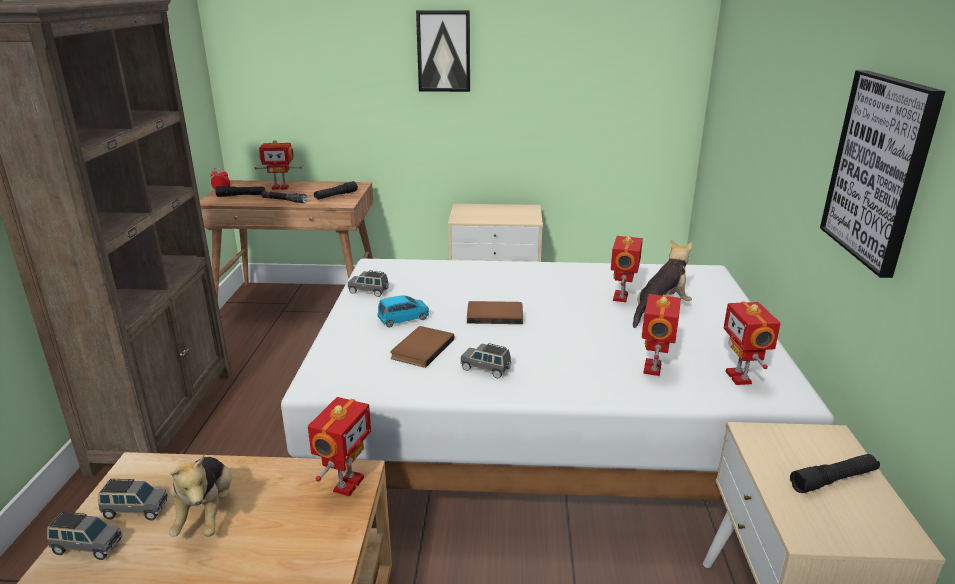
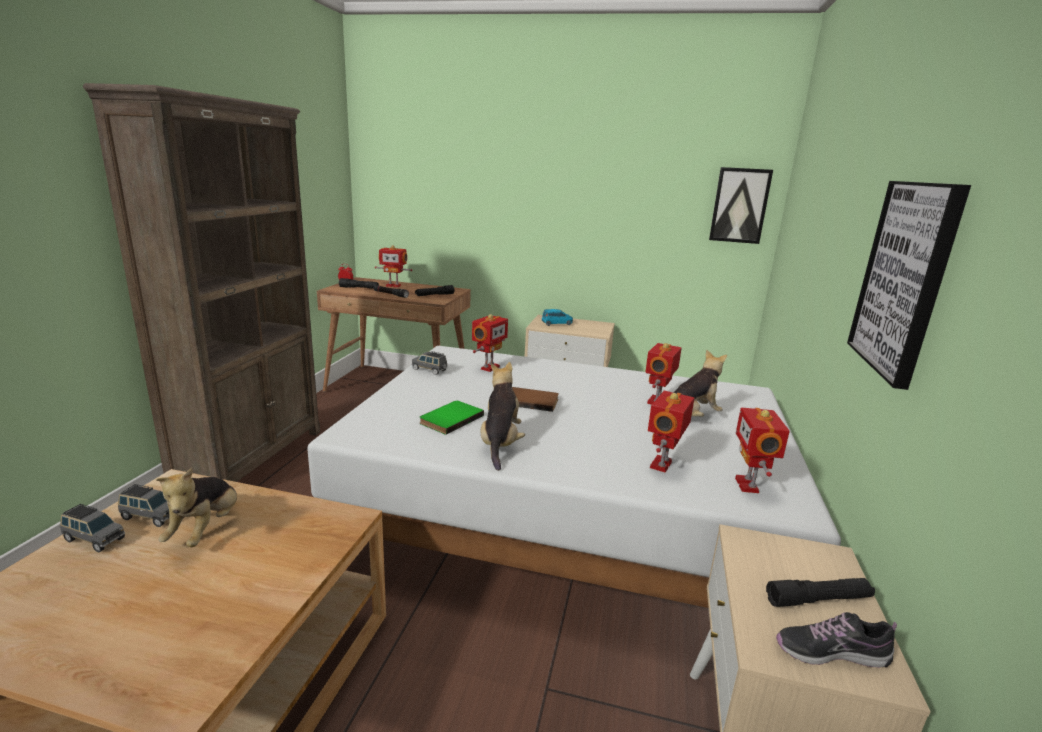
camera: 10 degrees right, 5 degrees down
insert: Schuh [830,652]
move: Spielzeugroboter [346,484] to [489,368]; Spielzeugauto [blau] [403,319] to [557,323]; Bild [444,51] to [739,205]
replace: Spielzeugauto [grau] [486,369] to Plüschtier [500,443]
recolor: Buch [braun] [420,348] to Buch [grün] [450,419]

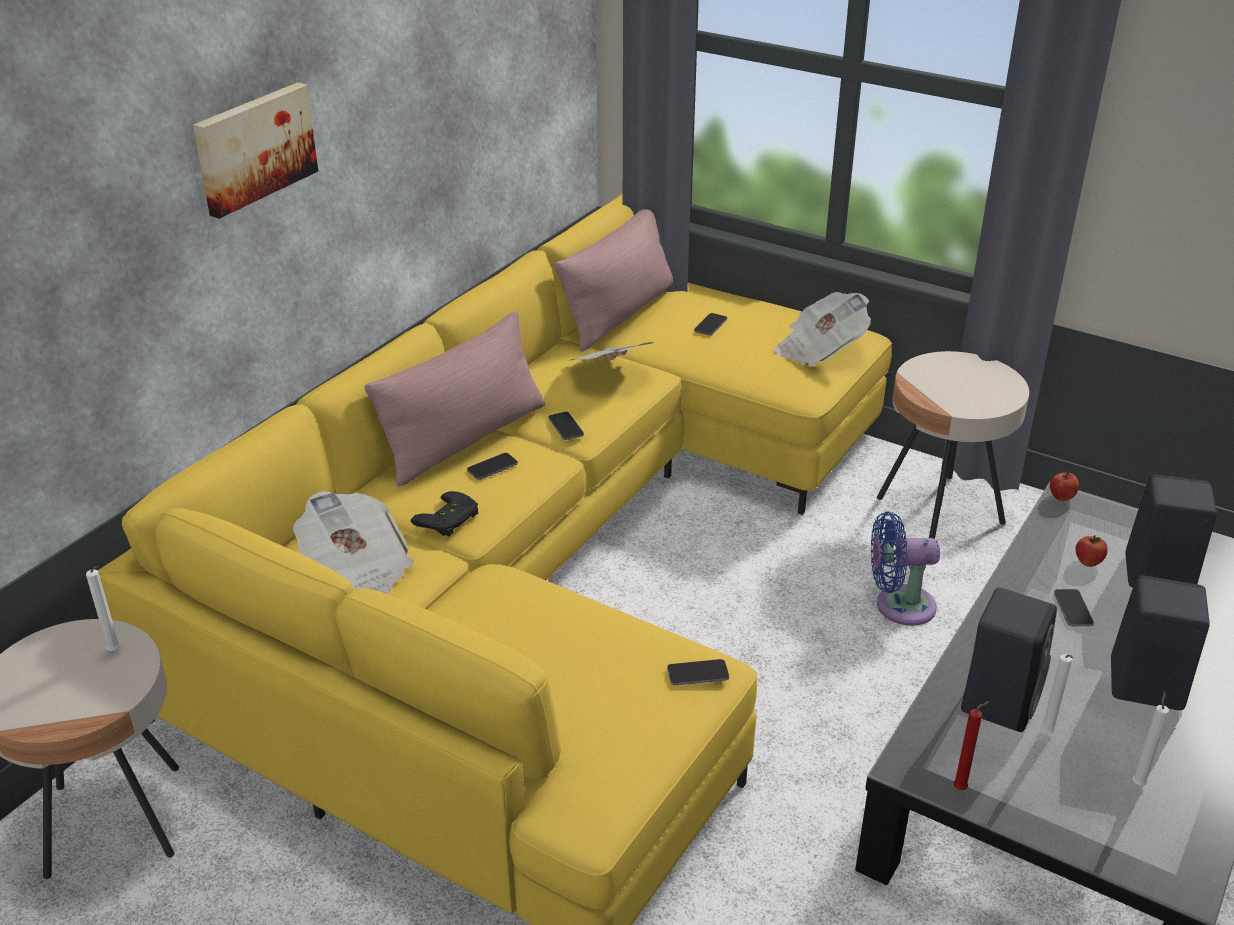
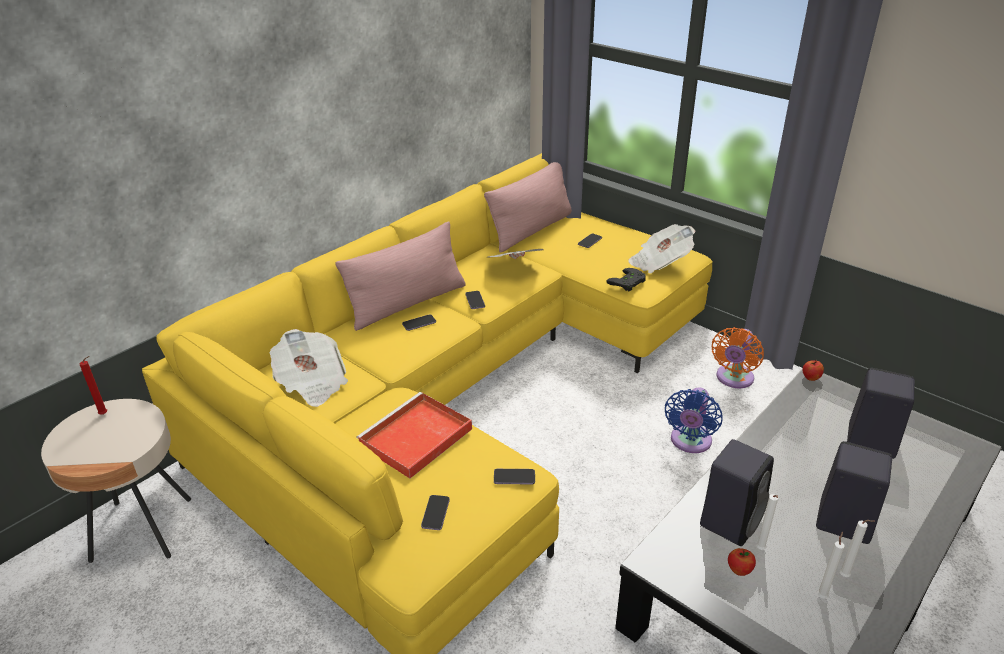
camera: 10 degrees right, 0 degrees up
delete: Bild [254,147]
insert: Tablett [rot] [415,439]
move: Kerze [weiß] [116,651] to [846,576]; Gamepad [schwarz] [450,520] to [628,283]; Kerze [rot] [962,788] to [105,414]; Handy [1073,609] to [435,513]; Apfel [1088,562] to [739,570]
replace: Beistelltisch [beige] [939,511] to Ventilator [orange] [733,379]
rotate: Ventilator [blau] [899,606] = [689,442] 75 degrees counterclockwise

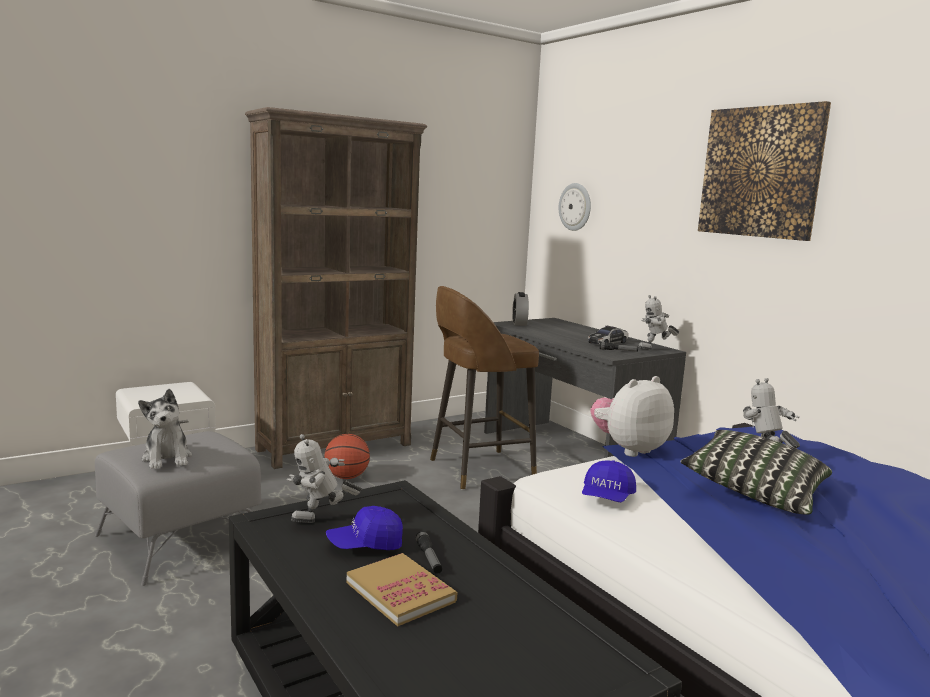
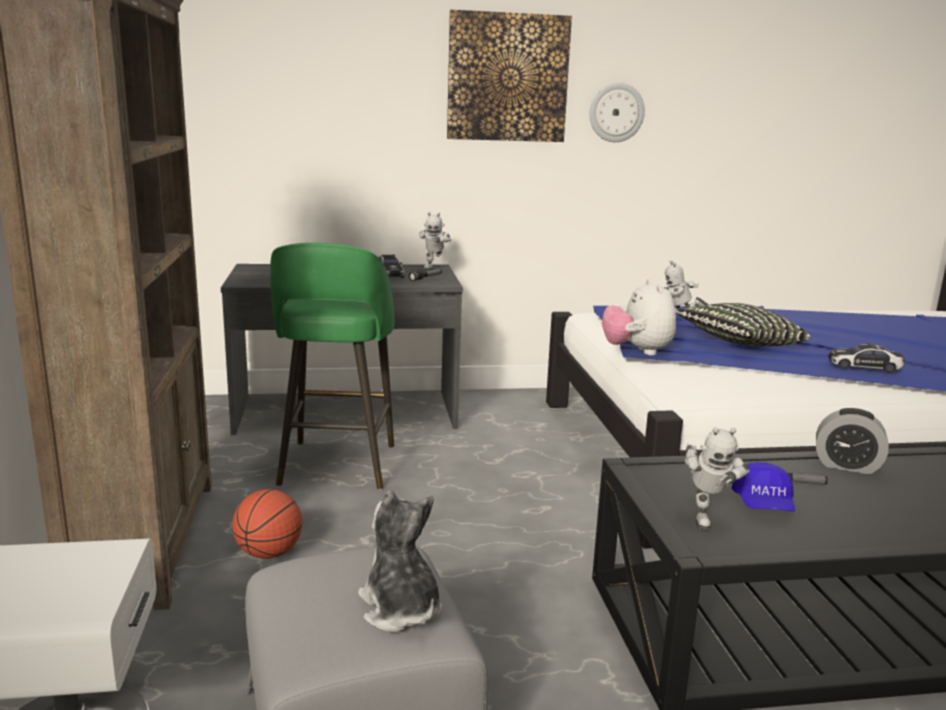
camera: 65 degrees left, 5 degrees up
delete: Buch [400,592]; Kappe [blau] [607,497]
insert: Spielzeugauto [864,366]
move: Wecker [519,323] to [846,466]; Wanduhr [575,207] to [616,112]
recolor: Hocker [braun] [478,469] to Hocker [grün] [336,467]
rotate: Plüschtier [167,458] = [400,609] 120 degrees counterclockwise

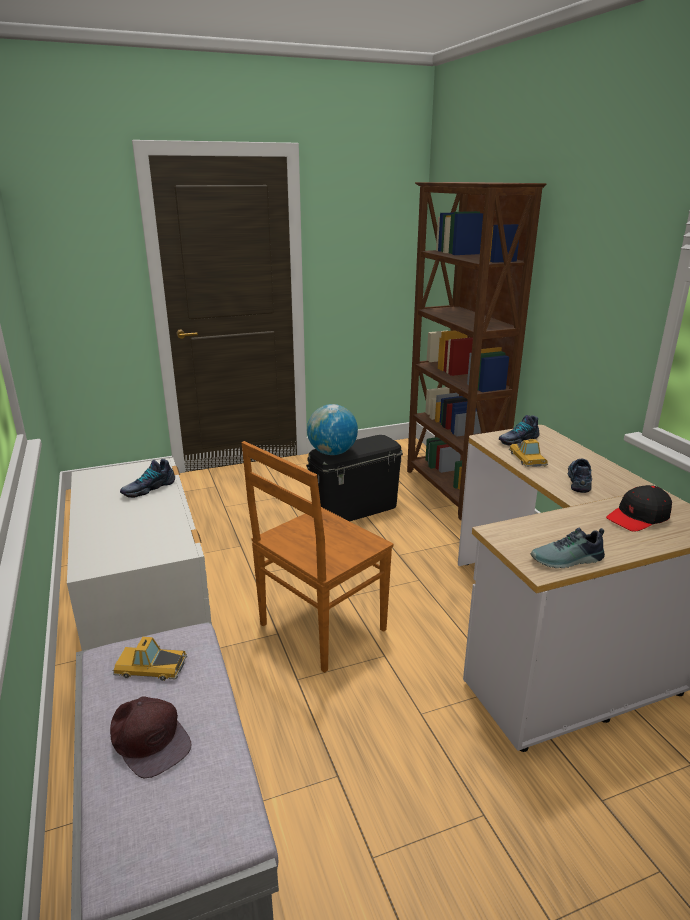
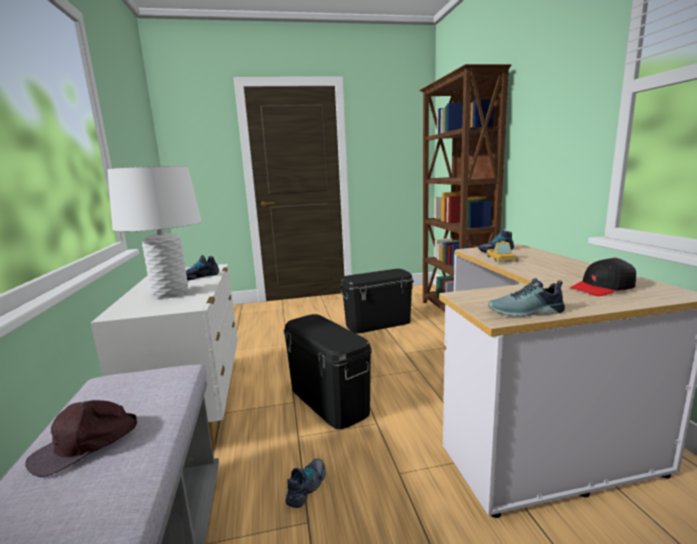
camera: 10 degrees right, 10 degrees down
delete: Spielzeugauto [150,666]; Globus [332,453]
insert: Tischlampe [weiß] [170,294]
move: Schuh [579,481] to [307,486]
replace: Stuhl [braun] [319,628] to Aufbewahrungsbox [schwarz] [328,400]
rotate: Kappe [braun] [149,738] = [86,444] 75 degrees clockwise

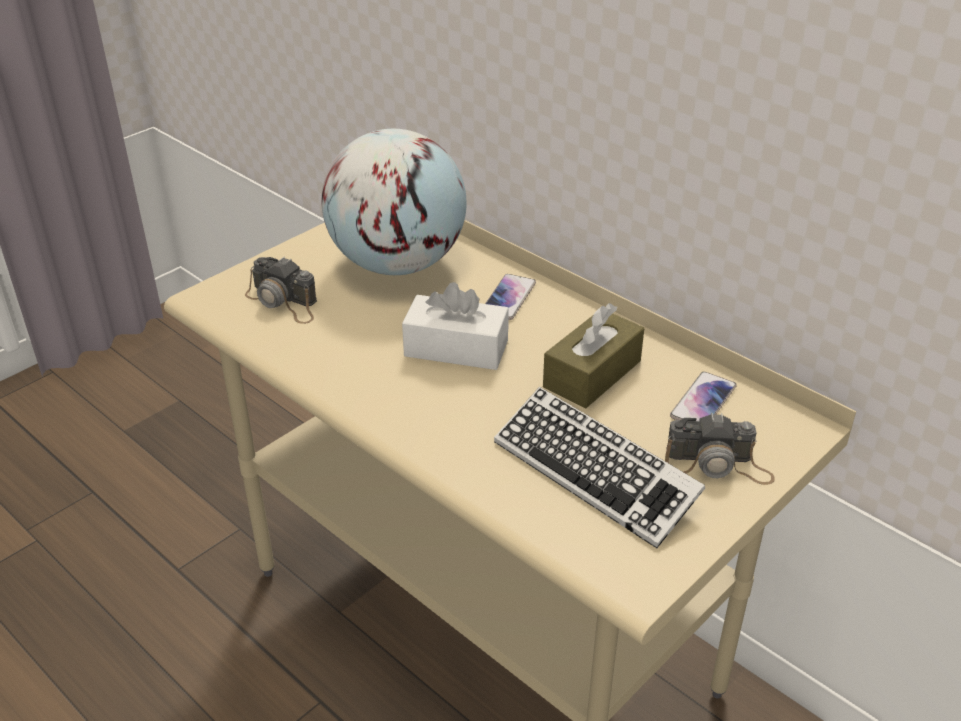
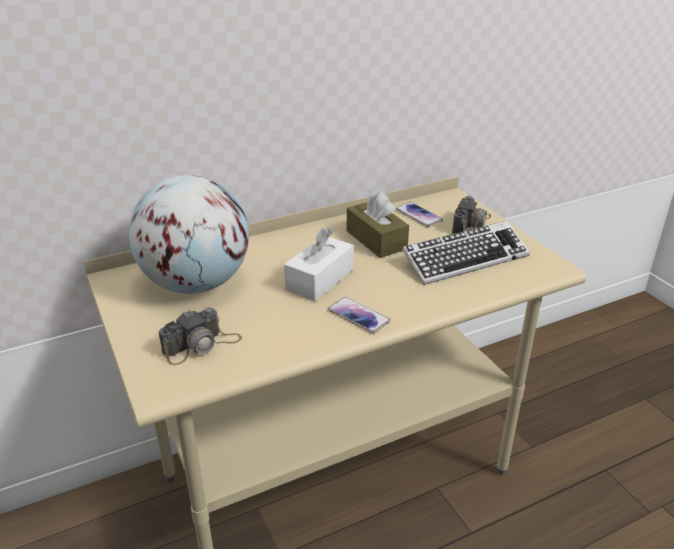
camera: 70 degrees left, 5 degrees down
move: Handy [508,298] to [358,316]

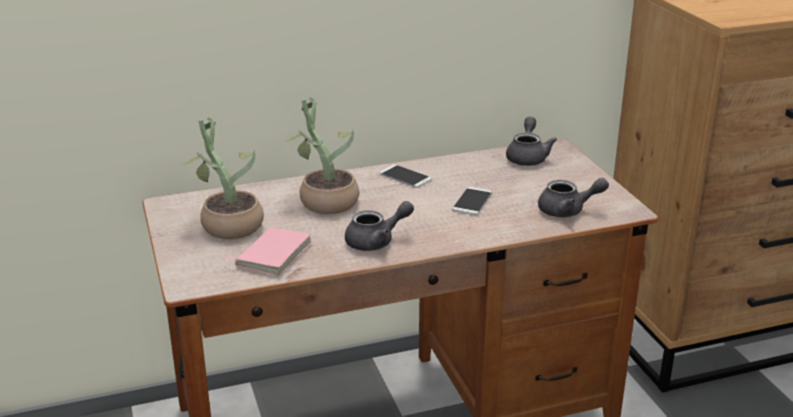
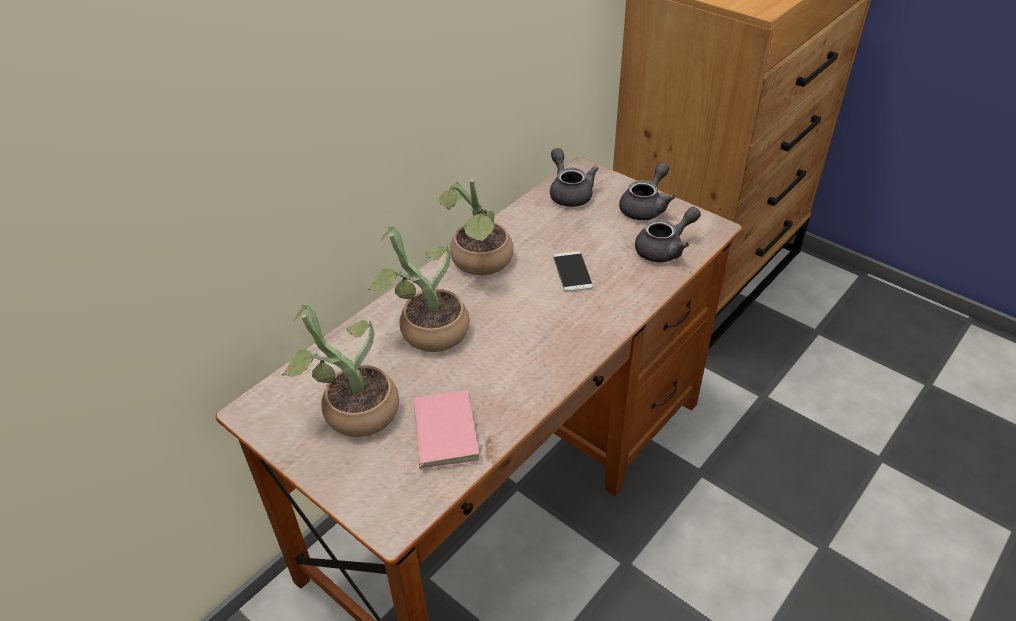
camera: 30 degrees left, 15 degrees up
move: Teekanne [grau] [376,241] to [646,207]
replace: Handy [405,177] to Topfpflanze [479,264]

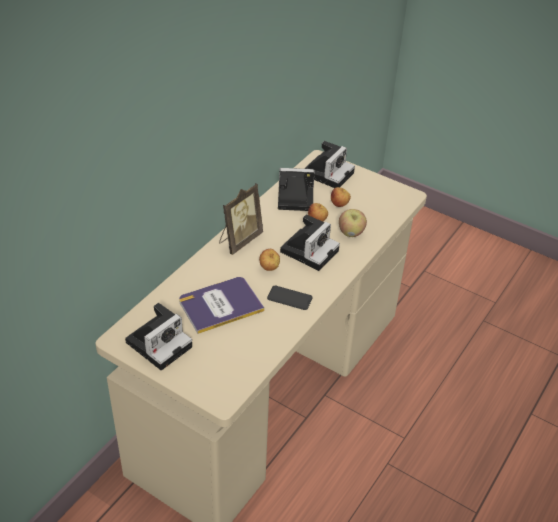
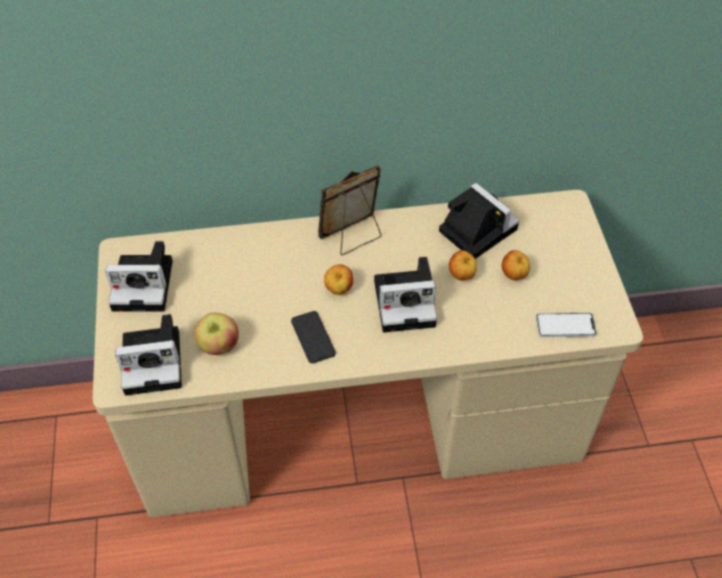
camera: 50 degrees right, 10 degrees up
delete: Buch [220,305]
insert: Handy [565,326]
move: Kamera [328,172] to [156,361]; Apfel [351,233] to [219,346]
rotate: Bilderrahmen [239,240] = [353,236] 150 degrees clockwise

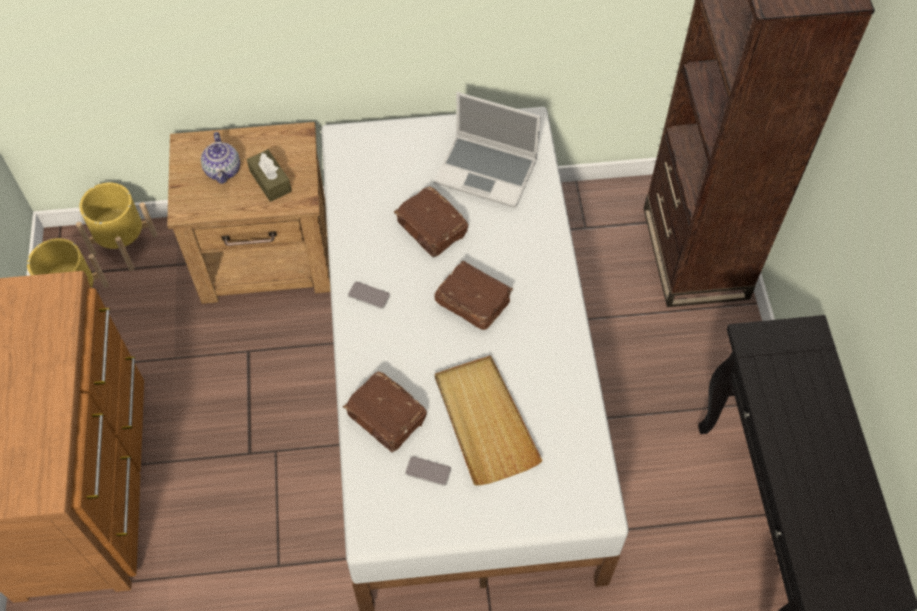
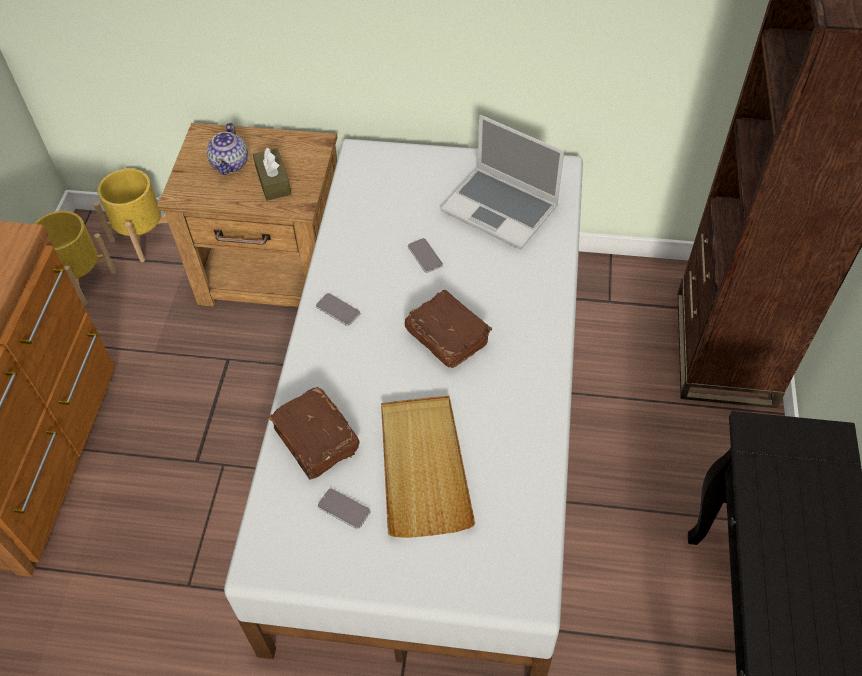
camera: 15 degrees right, 5 degrees down
replace: Buch [braun] [432,229] to Handy [425,256]

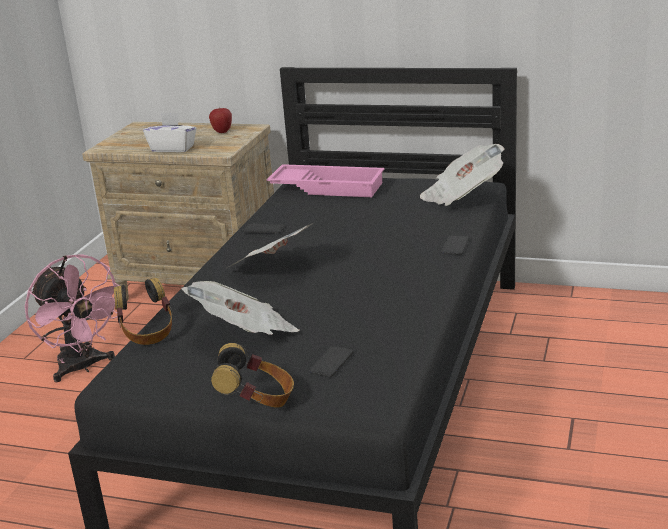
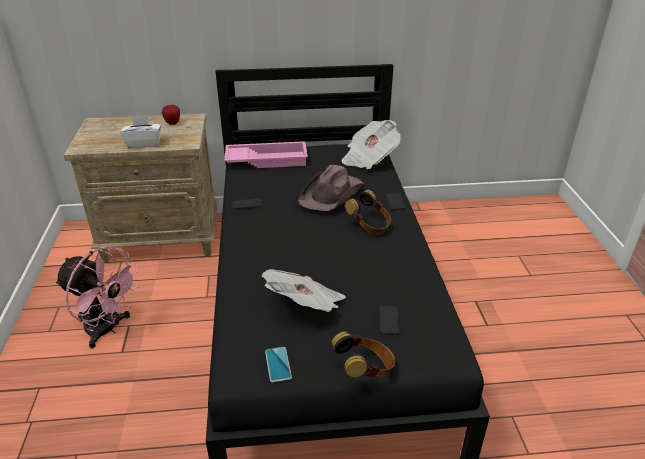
camera: 25 degrees left, 10 degrees up
delete: Zeitung [271,269]
insert: Handy [278,364]; Hut [braun] [332,194]
move: Kopfhörer [147,333] to [369,226]

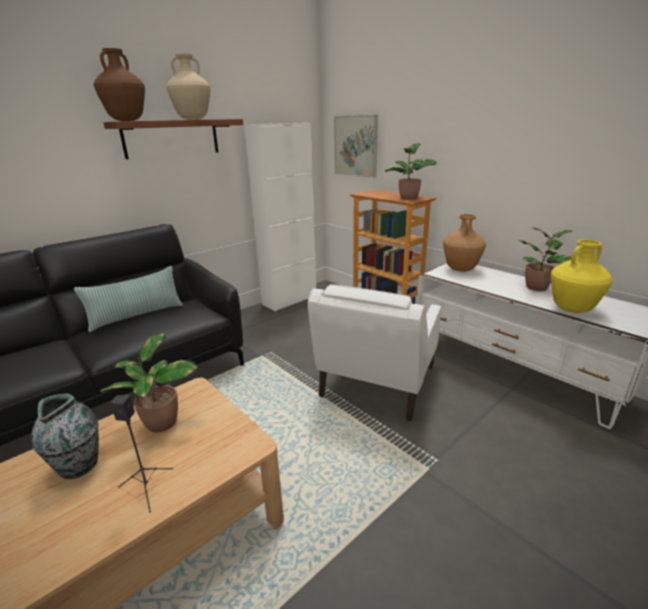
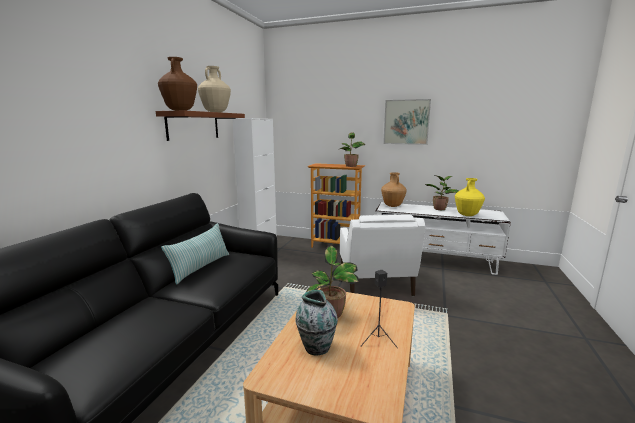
camera: 30 degrees left, 10 degrees down
move: Bild [355,146] to [406,122]

